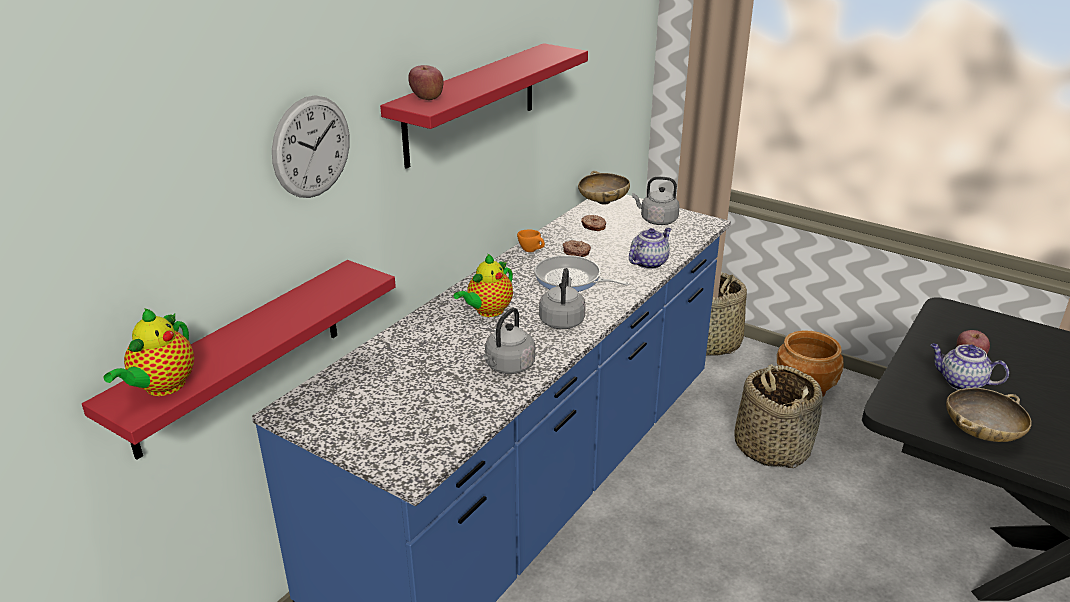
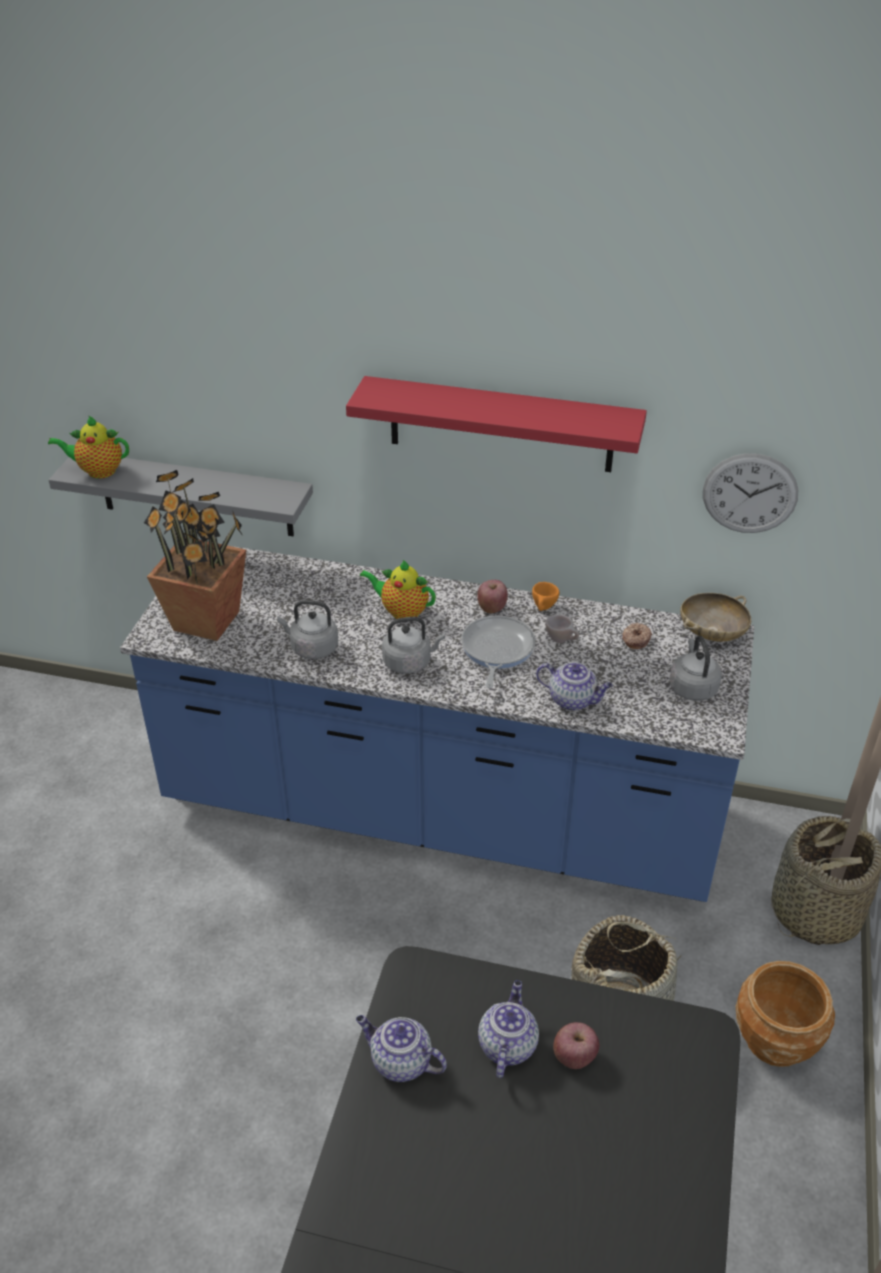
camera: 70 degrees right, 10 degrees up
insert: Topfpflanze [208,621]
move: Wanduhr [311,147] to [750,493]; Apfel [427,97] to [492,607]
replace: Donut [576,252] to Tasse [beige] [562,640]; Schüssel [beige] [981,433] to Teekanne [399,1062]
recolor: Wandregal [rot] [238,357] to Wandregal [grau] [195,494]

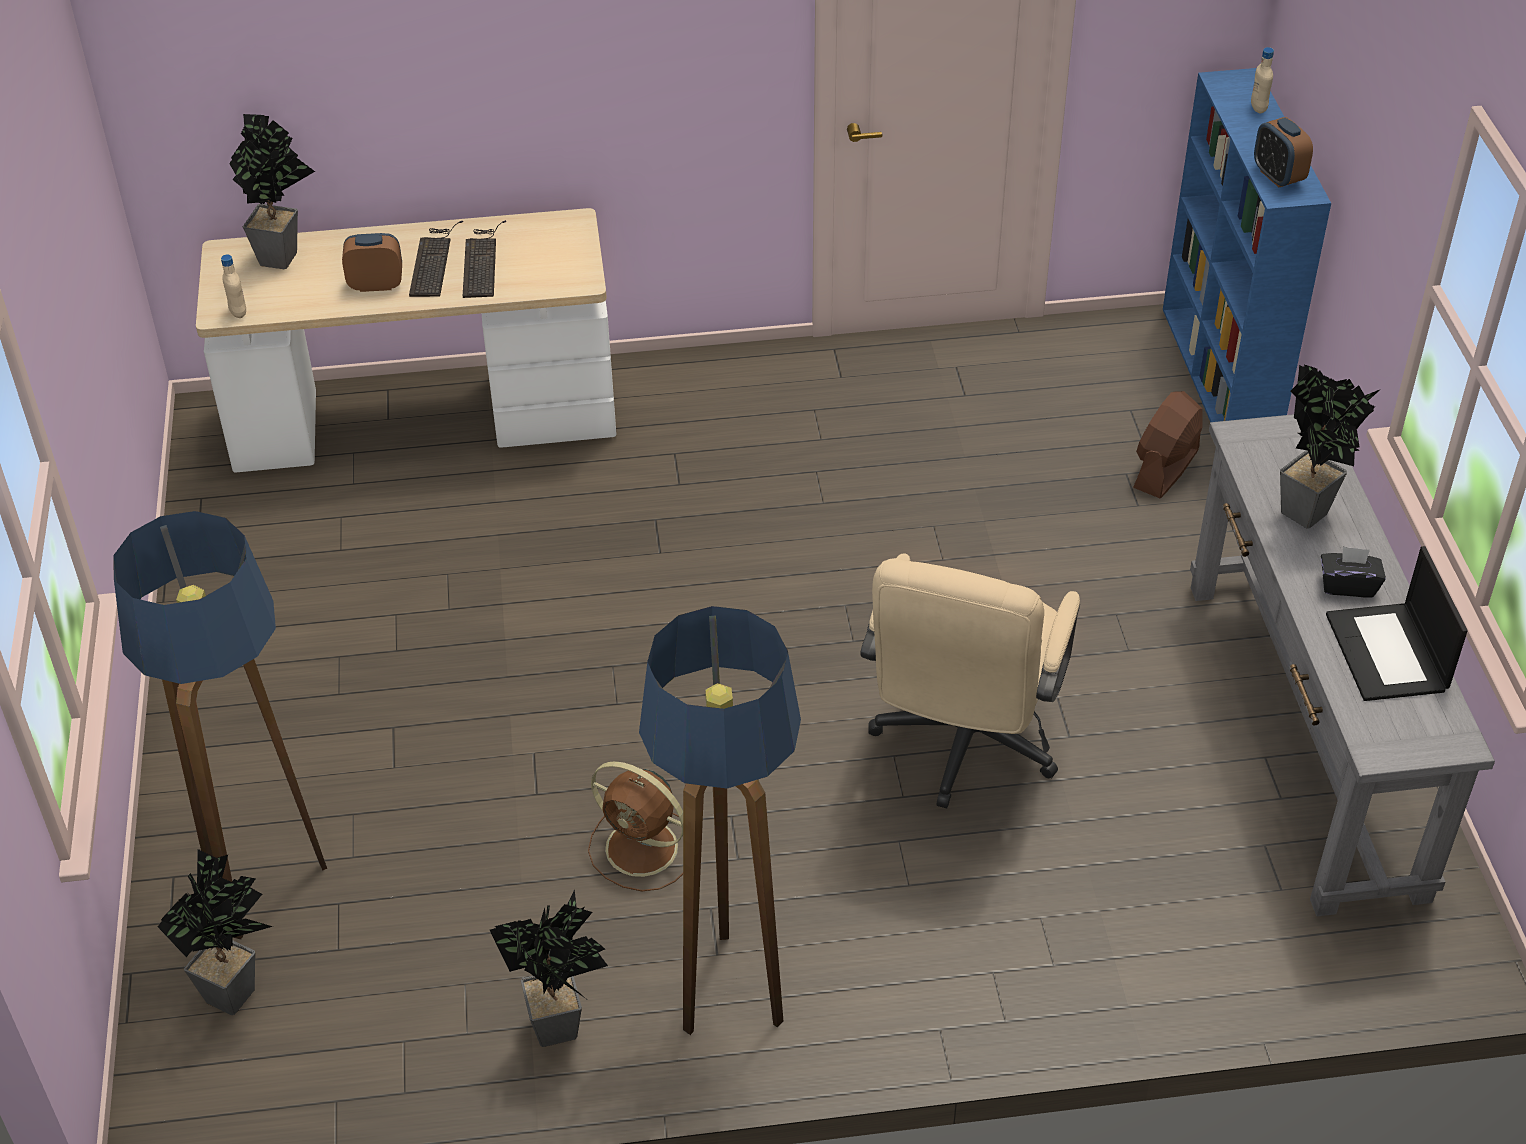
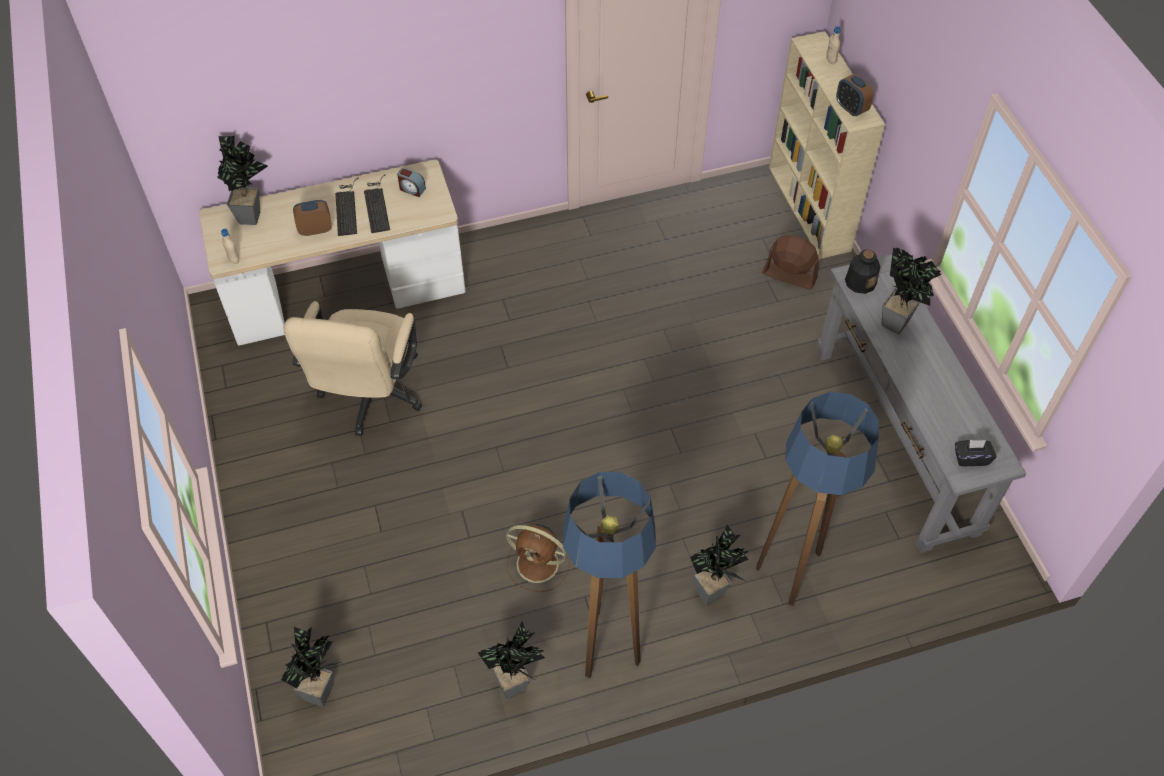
camera: 10 degrees left, 10 degrees up
delete: Laptop [1388,653]
insert: Wecker [412,189]; Topfpflanze [714,593]; Flasche [860,282]
move: Stehlampe [269,887] to [794,571]; Bürostuhl [beige] [962,747] to [370,398]; Taschentuchbox [schwarz] [1347,585] to [971,458]
recolor: Bücherregal [blau] [1220,376] to Bücherregal [beige] [809,209]
rotate: Ventilator [braun] [1165,469] = [789,275] 90 degrees clockwise

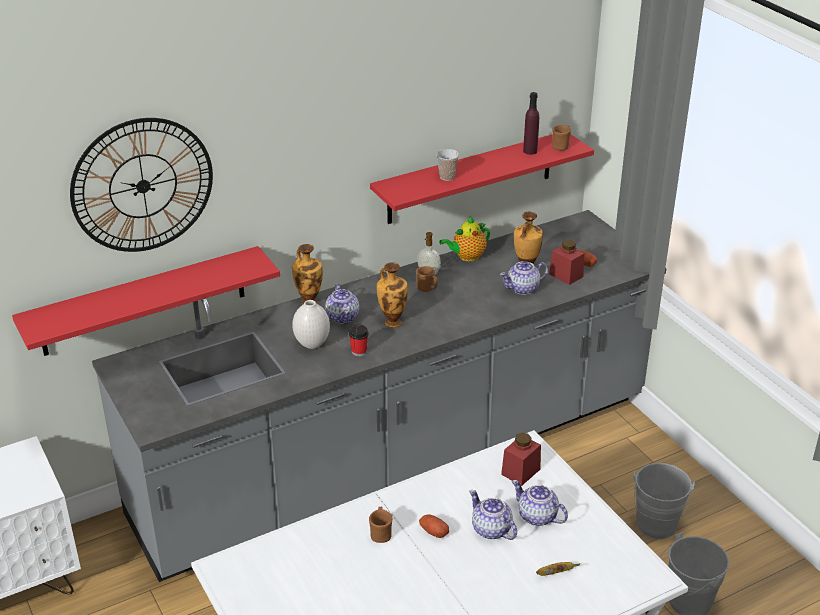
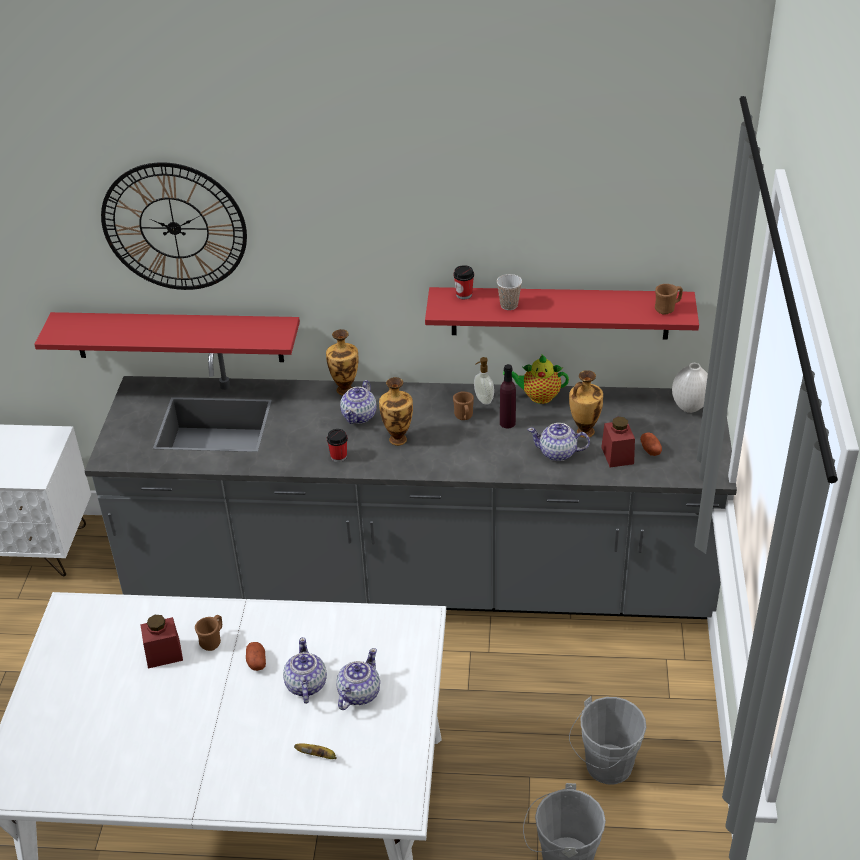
camera: 35 degrees right, 5 degrees up
insert: Tasse [464,294]
move: Vase [weiß] [311,344] to [688,407]; Vorratsglas [rot] [520,472] to [164,654]; Flasche [lila] [530,151] to [507,423]
rotate: Teekanne [537,517] = [358,693] 45 degrees clockwise

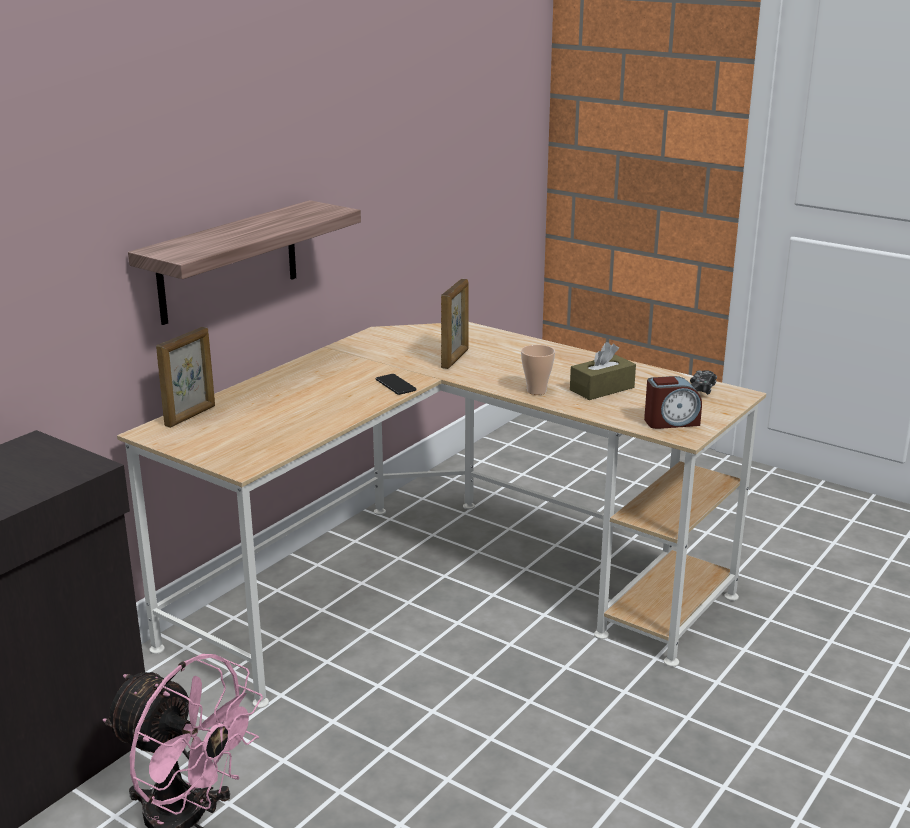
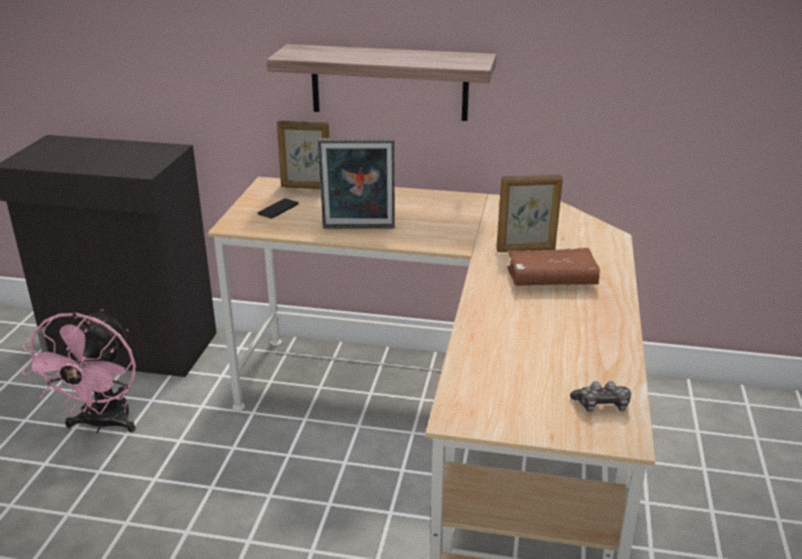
camera: 65 degrees right, 5 degrees up
delete: Tasse [536,391]; Taschentuchbox [braun] [602,389]; Wecker [671,422]
insert: Bilderrahmen [358,229]; Buch [braun] [551,279]
move: Handy [395,385] to [278,209]

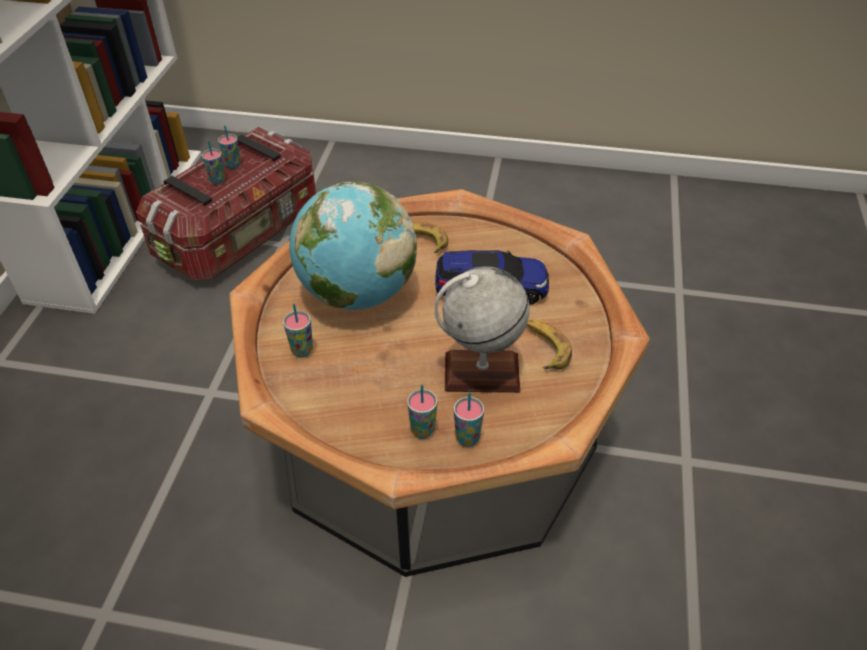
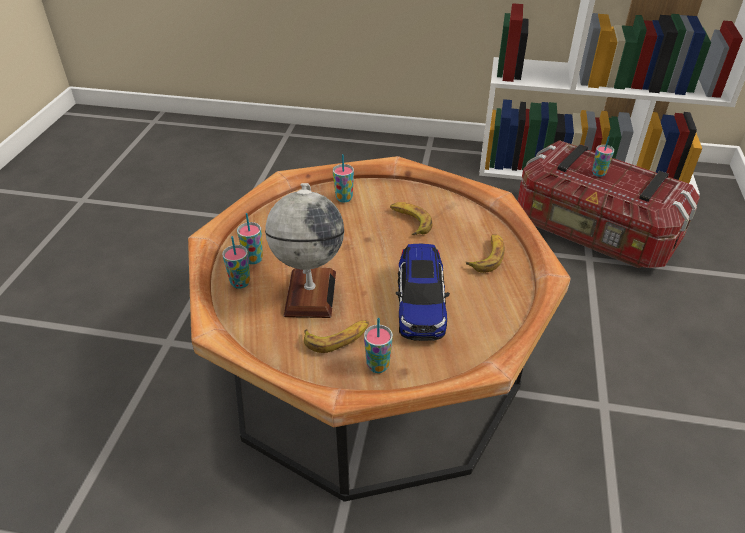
camera: 90 degrees right, 5 degrees down
move: Tasse [233,165] to [378,366]
replace: Globus [357,293] to Banane [409,222]

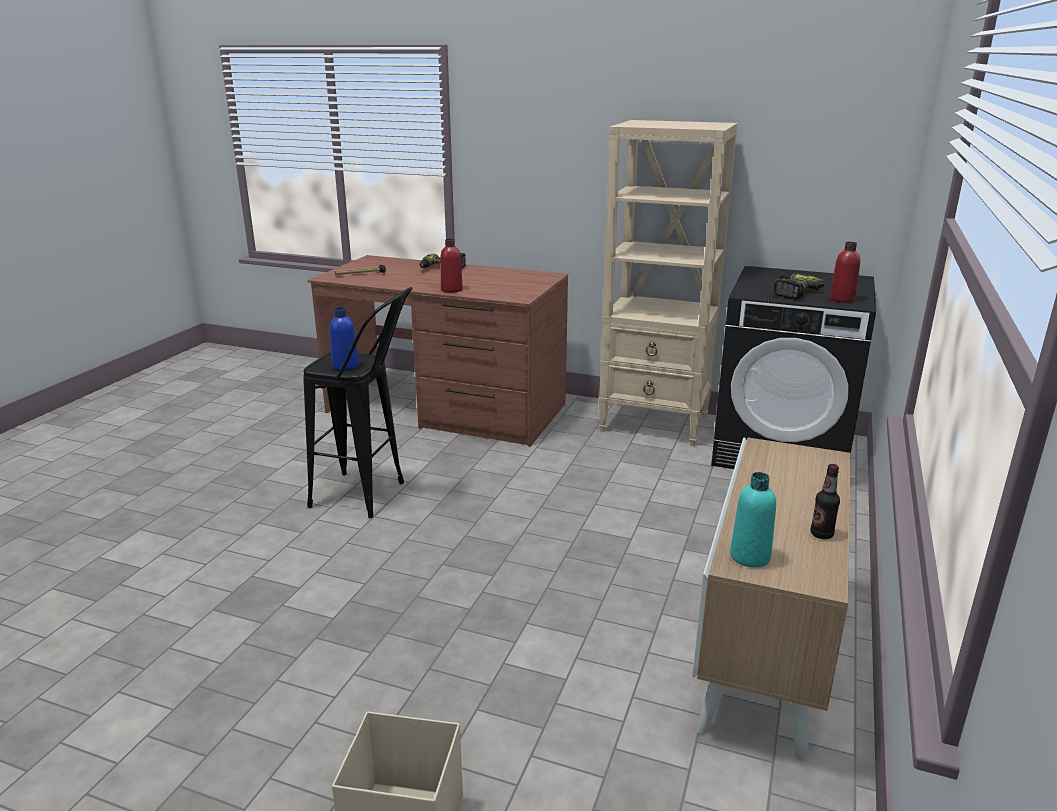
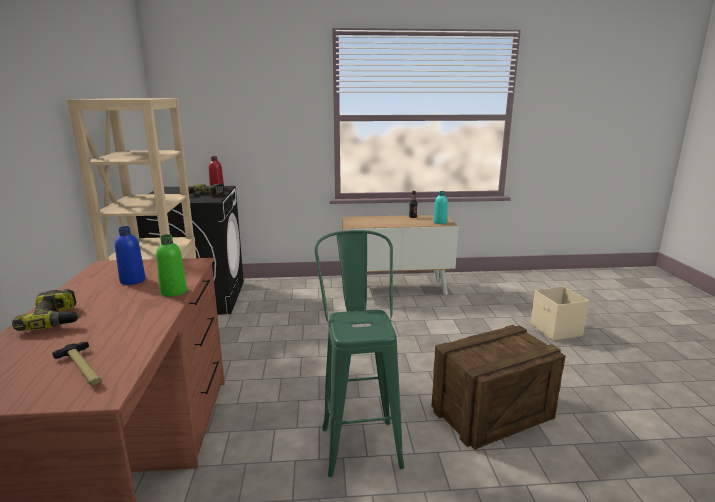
camera: 115 degrees left, 5 degrees down
insert: Kiste [491,414]
move: Flasche [blau] [345,366] to [132,280]
recolor: Hocker [schwarz] [371,497] to Hocker [grün] [359,437]; Flasche [rot] [451,290] to Flasche [grün] [173,292]

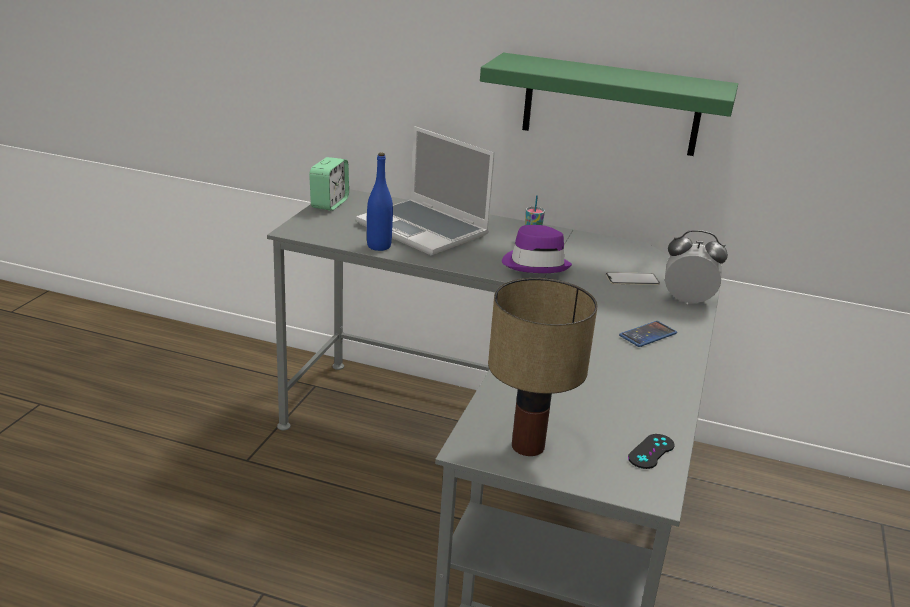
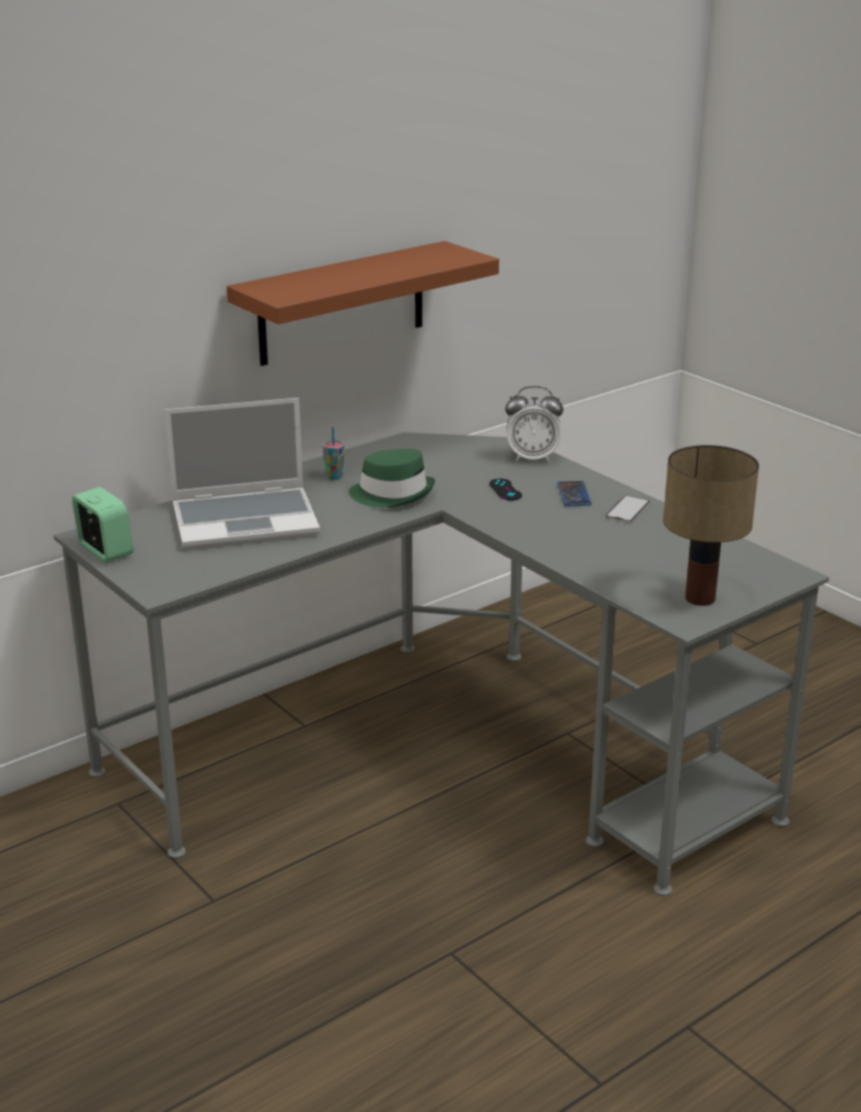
camera: 55 degrees left, 0 degrees up
delete: Flasche [blau] [379,246]
move: Handy [632,279] to [627,509]; Gamepad [schwarz] [651,451] to [505,490]
recolor: Wandregal [grün] [611,105] to Wandregal [braun] [342,303]; Hut [lila] [535,264] to Hut [grün] [392,494]
rotate: Wecker [687,301] = [532,458] 135 degrees counterclockwise

